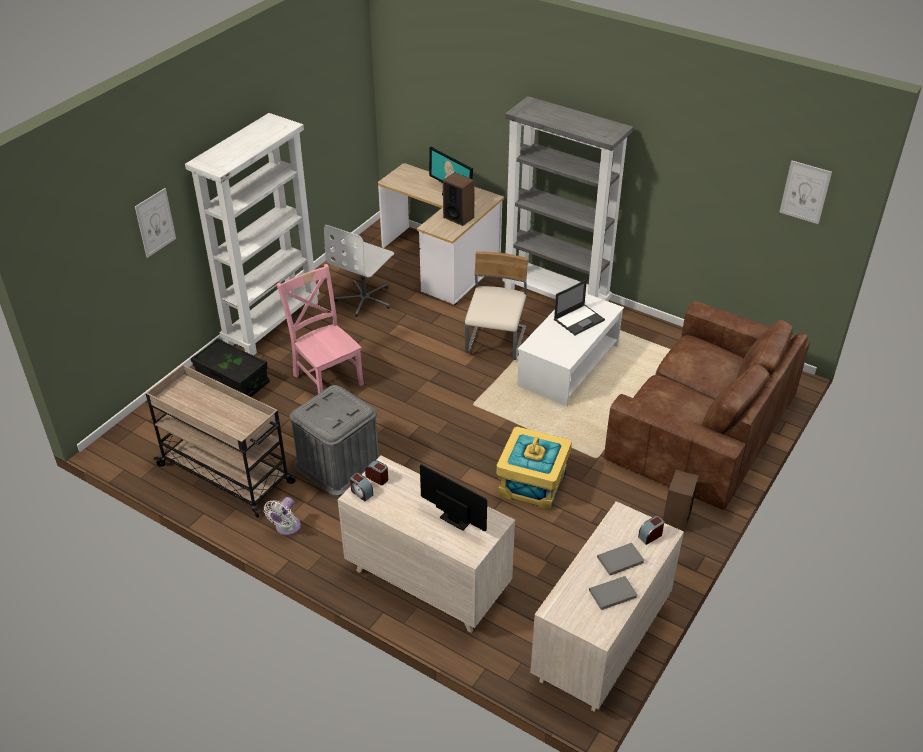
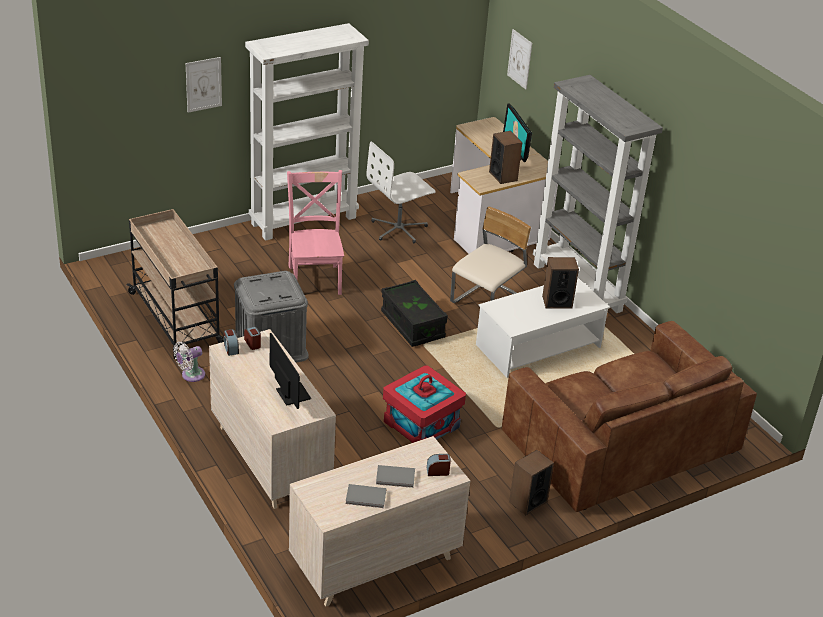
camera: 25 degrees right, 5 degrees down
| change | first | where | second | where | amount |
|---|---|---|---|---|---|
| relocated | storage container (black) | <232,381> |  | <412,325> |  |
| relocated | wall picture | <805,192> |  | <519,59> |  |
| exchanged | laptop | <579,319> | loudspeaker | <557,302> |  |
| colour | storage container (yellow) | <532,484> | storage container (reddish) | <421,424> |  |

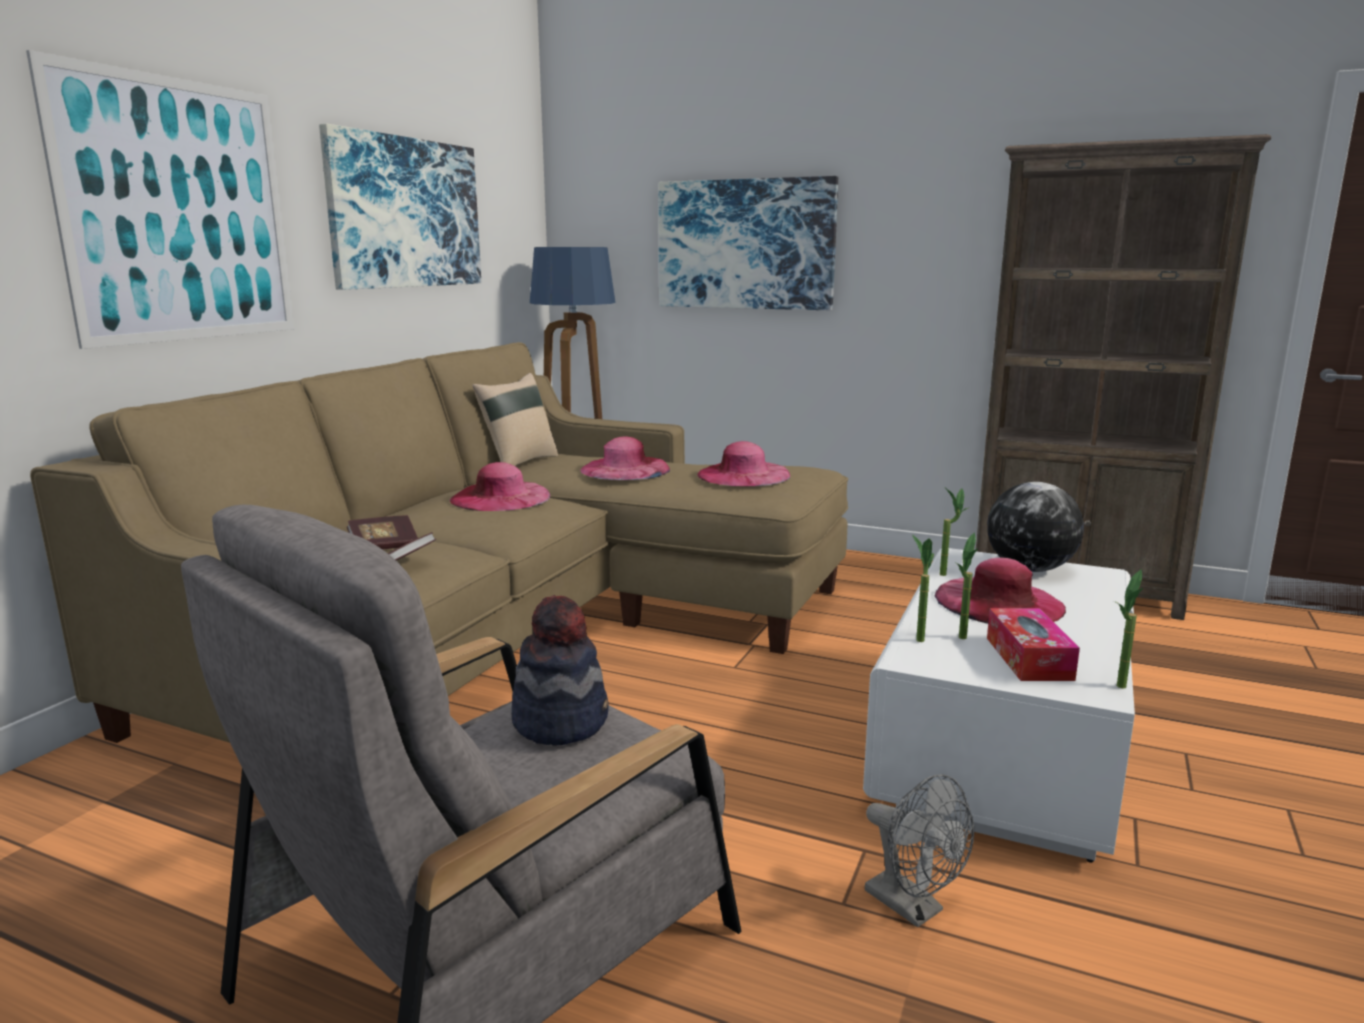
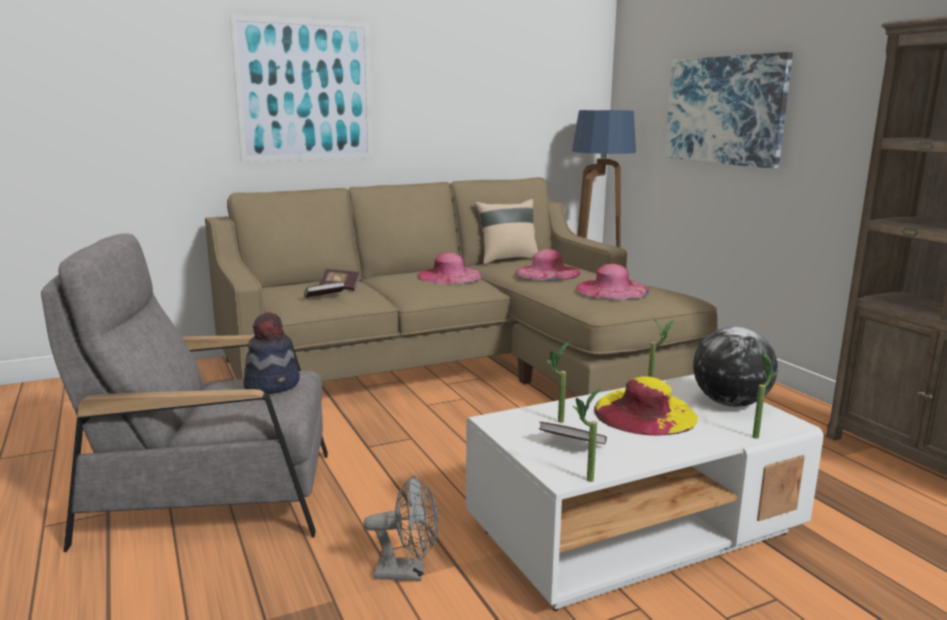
camera: 40 degrees right, 0 degrees up
| change | first | where | second | where | amount |
|---|---|---|---|---|---|
| missing | wall picture | <405,213> |  |  |  |
| relocated | houseplant | <917,637> |  | <757,434> |  |
| exchanged | tissue box | <1028,658> | volume | <571,445> |  |
| colour | clothing hat (pinkish) | <999,602> | clothing hat (yellow) | <644,413> |  |
| spun | fan (gray) | <913,908> |  | <408,572> | 90 degrees counterclockwise |

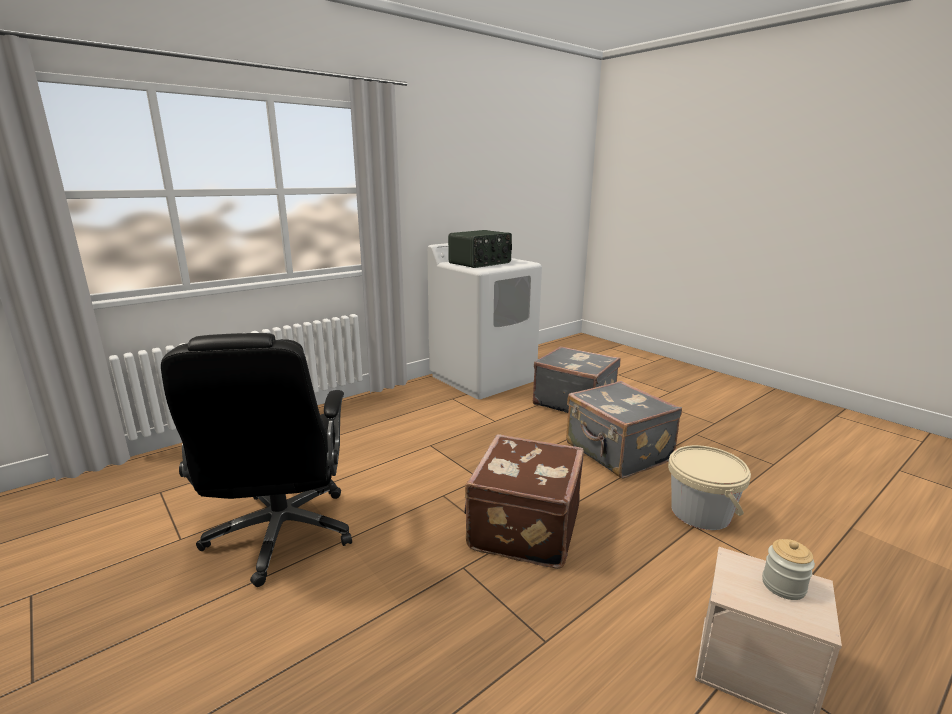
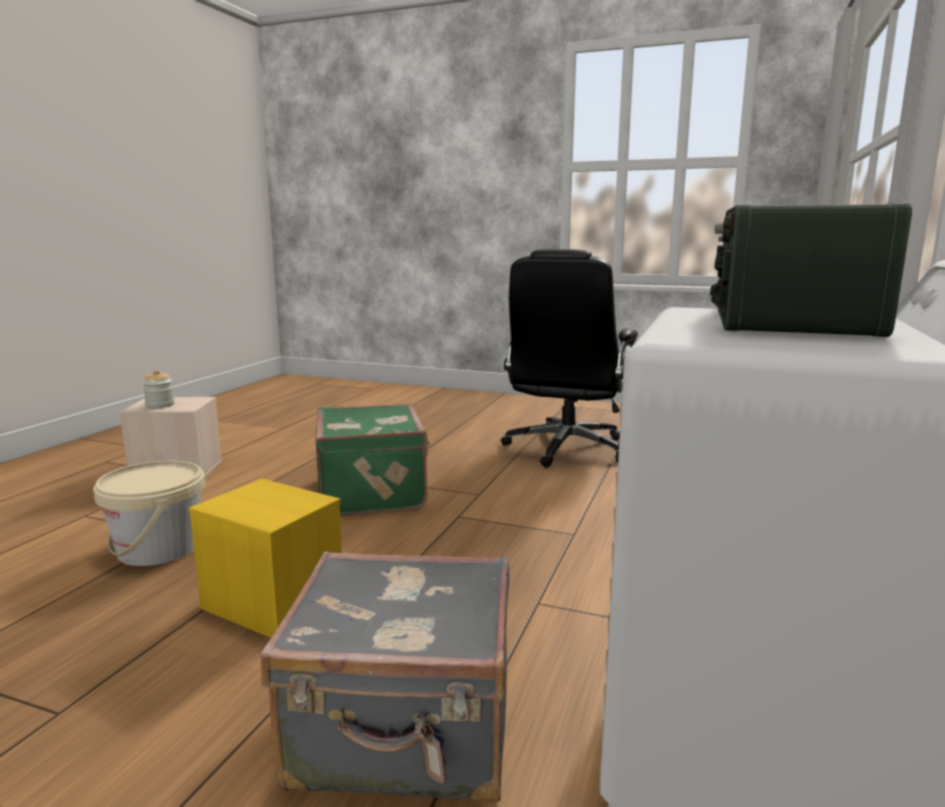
camera: 150 degrees right, 5 degrees down
| change | first | where | second | where | amount |
|---|---|---|---|---|---|
| exchanged | piece of luggage (gray) | <617,453> | storage container (yellow) | <271,602> |  |
| colour | piece of luggage (brownish) | <522,527> | piece of luggage (green) | <373,492> |  |
| spun | desk chair (black) | <281,534> |  | <566,449> | 120 degrees counterclockwise |

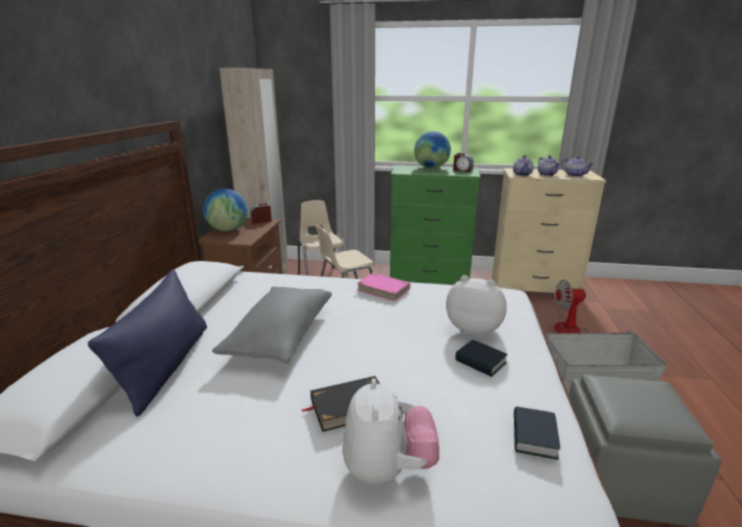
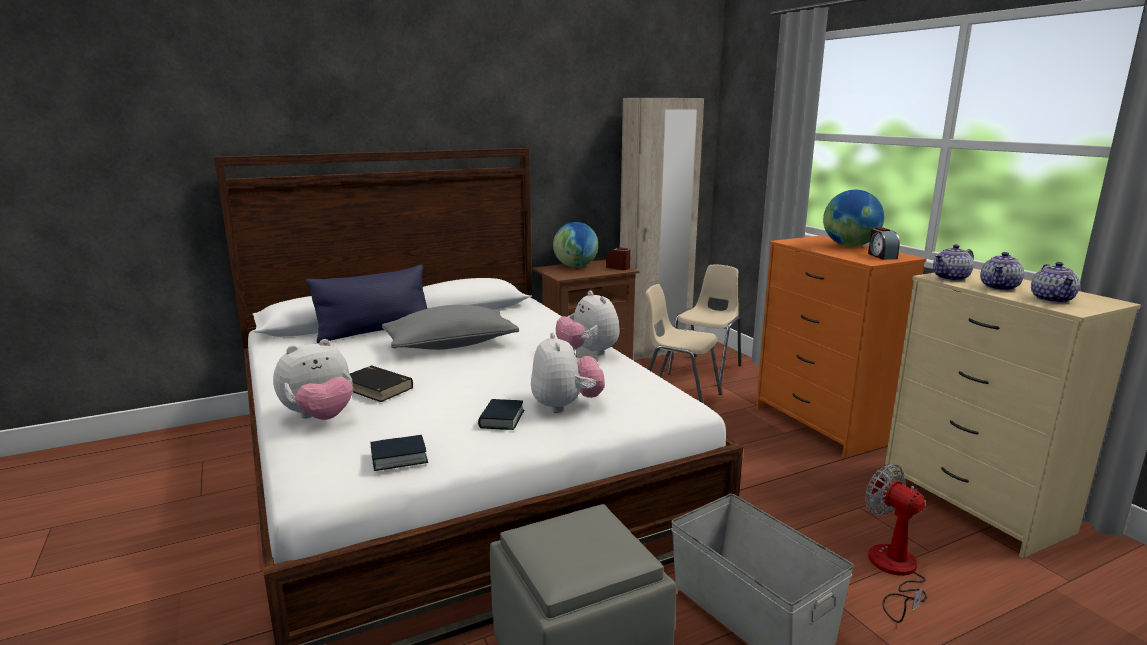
camera: 55 degrees right, 5 degrees down
| change | first | where | second | where | amount |
|---|---|---|---|---|---|
| exchanged | volume (pinkish) | <383,289> | soft toy | <588,353> |  |
| colour | dresser (green) | <429,283> | dresser (orange) | <821,424> |  |

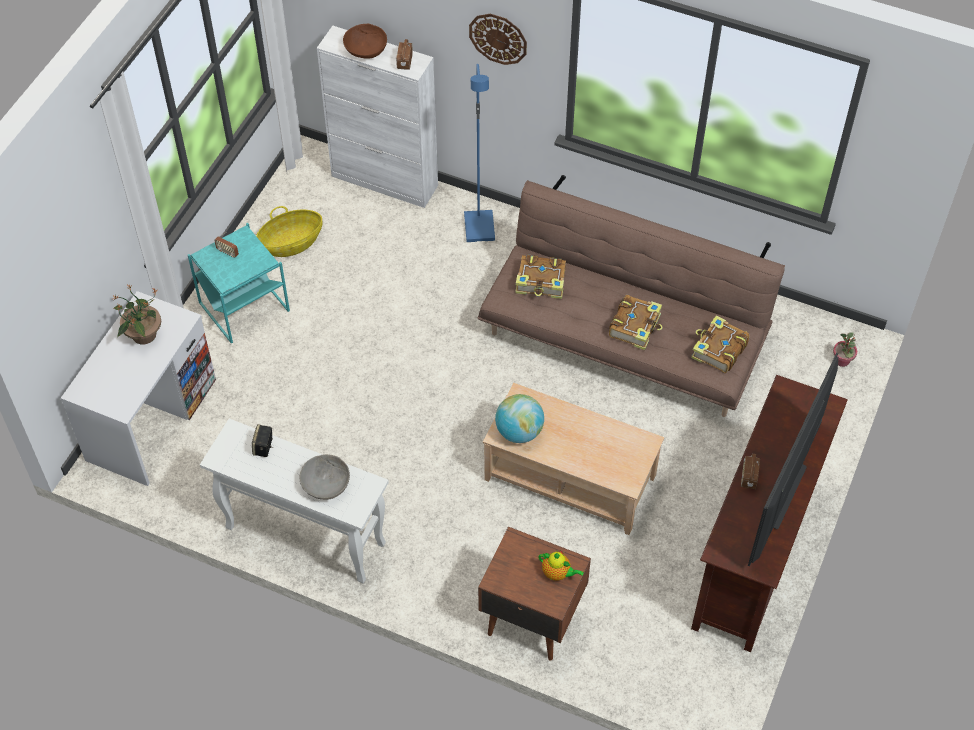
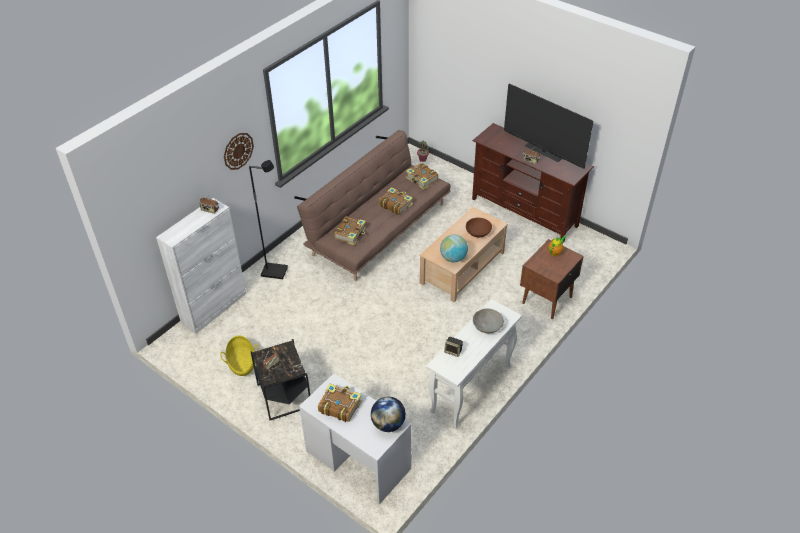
camera: 75 degrees left, 10 degrees down
| change | first | where | second | where | amount |
|---|---|---|---|---|---|
| appeared |  |  | globe | <388,424> |  |
| relocated | bowl (brownish) | <365,49> |  | <478,232> |  |
| exchanged | houseplant | <143,335> | volume | <339,406> |  |
| colour | end table (turquoise) | <243,307> | end table (black) | <284,396> |  |
| colour | standing lamp (blue) | <480,228> | standing lamp (black) | <275,271> |  |

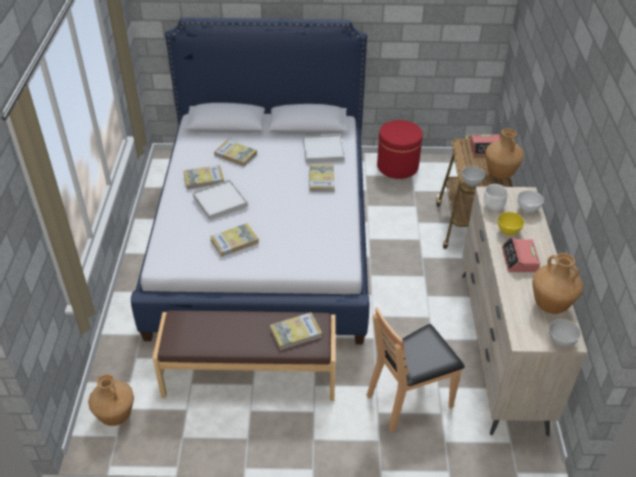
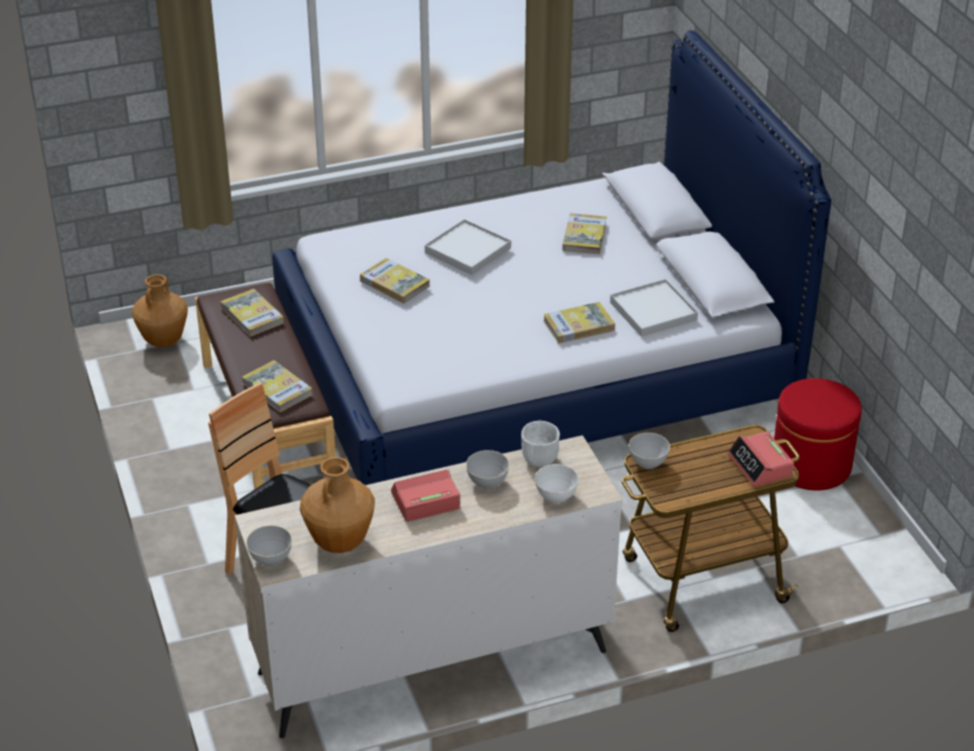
camera: 70 degrees right, 5 degrees down
| change | first | where | second | where | amount |
|---|---|---|---|---|---|
| missing | decorative vase (brownish) | <499,174> |  |  |  |
| relocated | volume | <204,179> |  | <252,315> |  |
| colour | bowl (yellow) | <508,231> | bowl (gray) | <487,482> |  |

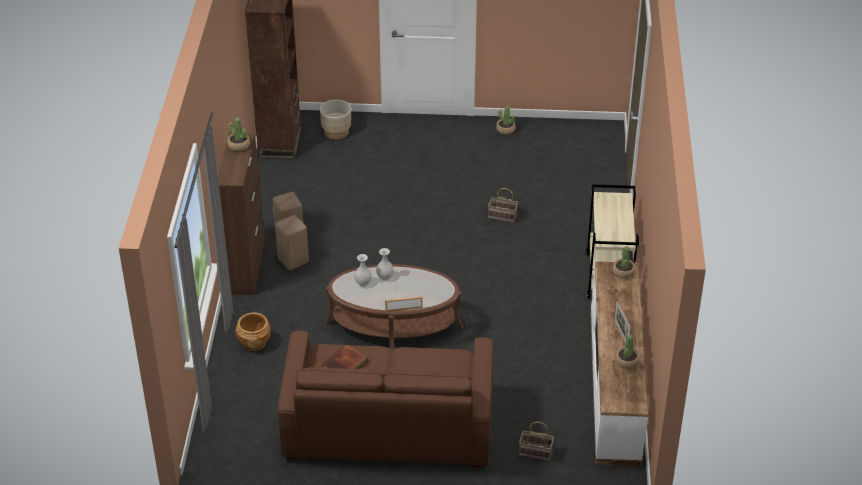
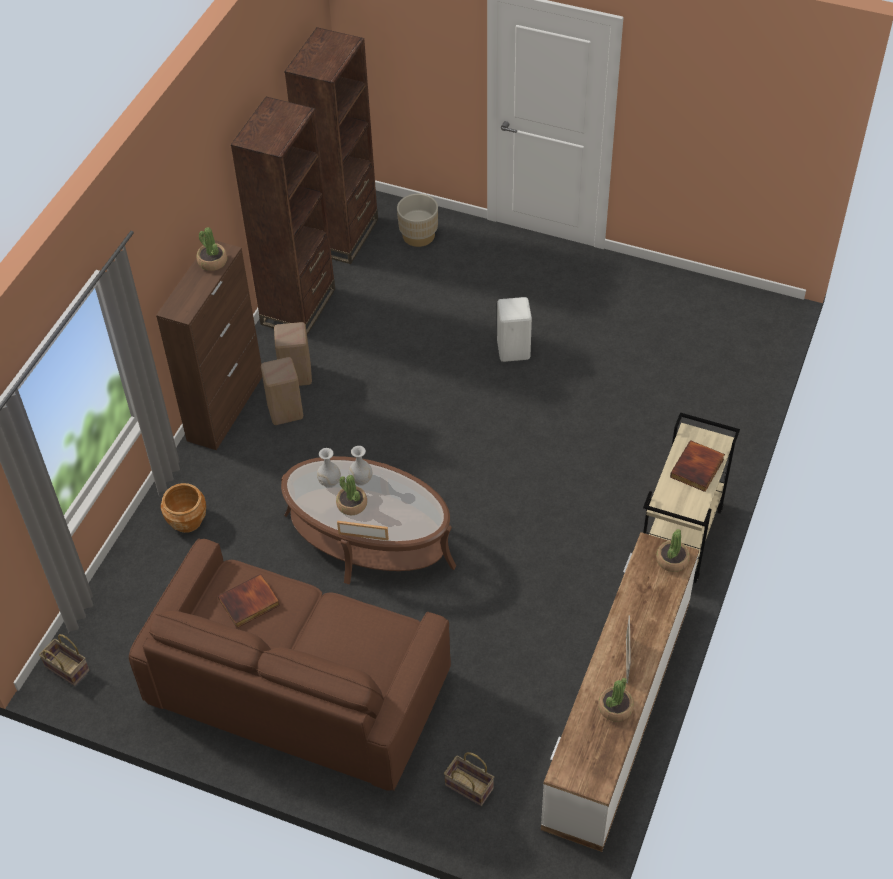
camera: 20 degrees right, 10 degrees up
| change | first | where | second | where | amount |
|---|---|---|---|---|---|
| appeared |  |  | bookcase (brownish) | <298,306> |  |
| appeared |  |  | stool seat (white) | <514,349> |  |
| appeared |  |  | volume | <698,468> |  |
| relocated | storage basket | <501,216> |  | <66,669> |  |
| relocated | houseplant | <505,129> |  | <351,504> |  |

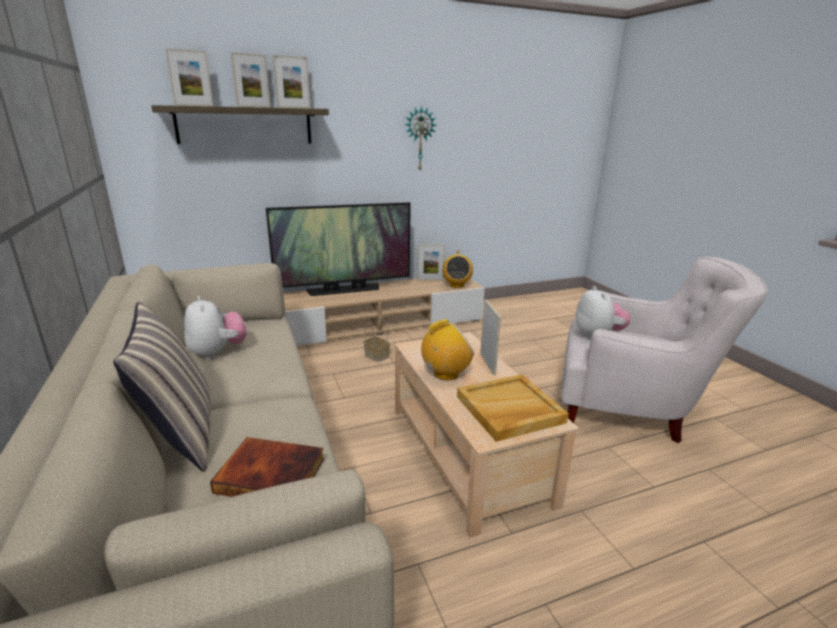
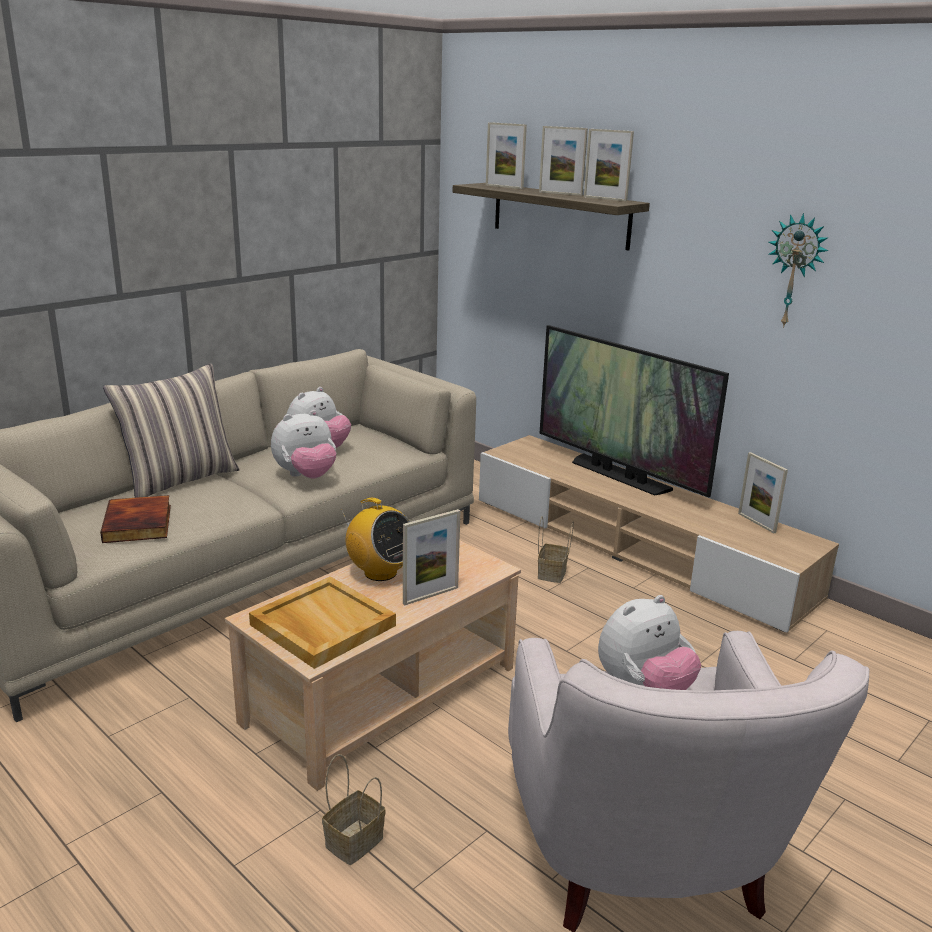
camera: 65 degrees right, 0 degrees up
| change | first | where | second | where | amount |
|---|---|---|---|---|---|
| missing | radio set | <456,285> |  |  |  |
| appeared |  |  | soft toy | <306,476> |  |
| appeared |  |  | storage basket | <354,843> |  |

